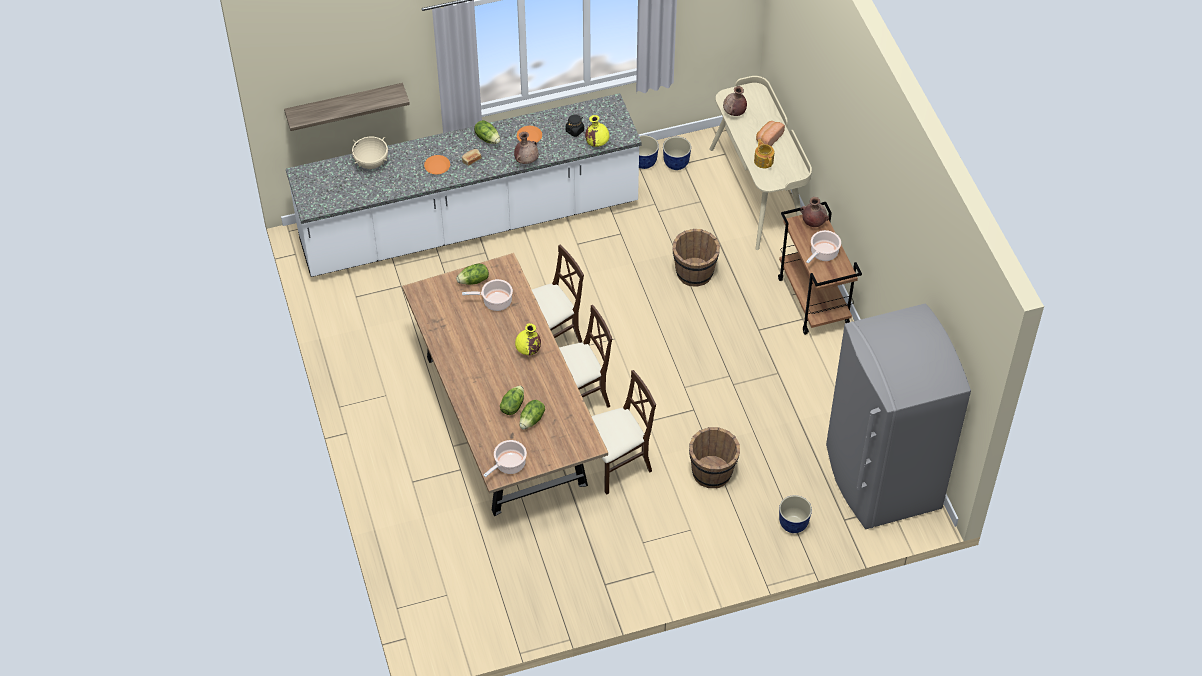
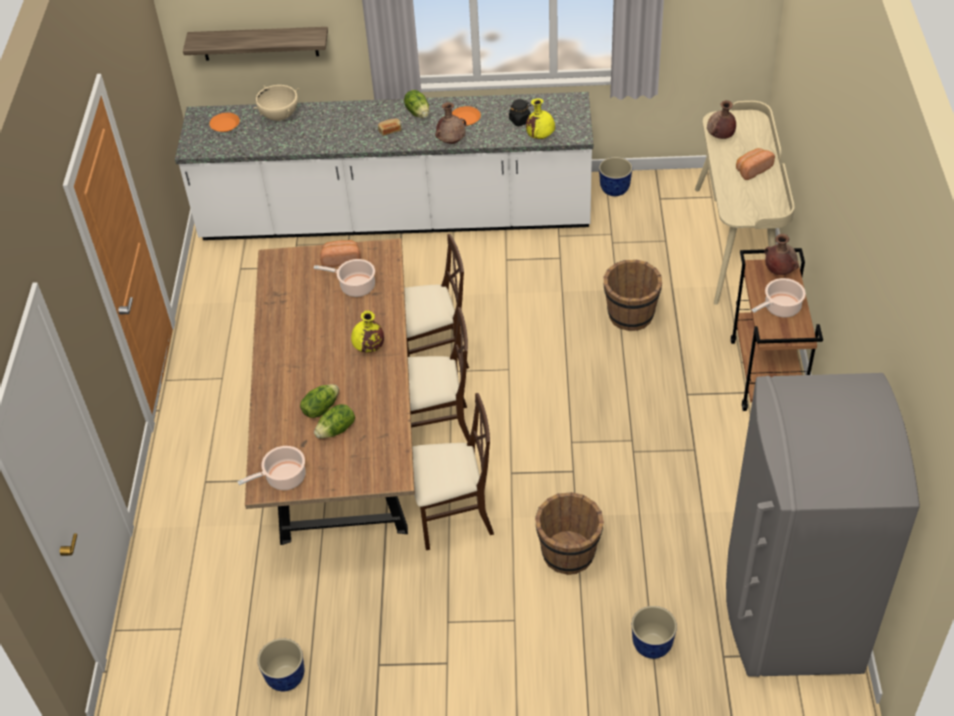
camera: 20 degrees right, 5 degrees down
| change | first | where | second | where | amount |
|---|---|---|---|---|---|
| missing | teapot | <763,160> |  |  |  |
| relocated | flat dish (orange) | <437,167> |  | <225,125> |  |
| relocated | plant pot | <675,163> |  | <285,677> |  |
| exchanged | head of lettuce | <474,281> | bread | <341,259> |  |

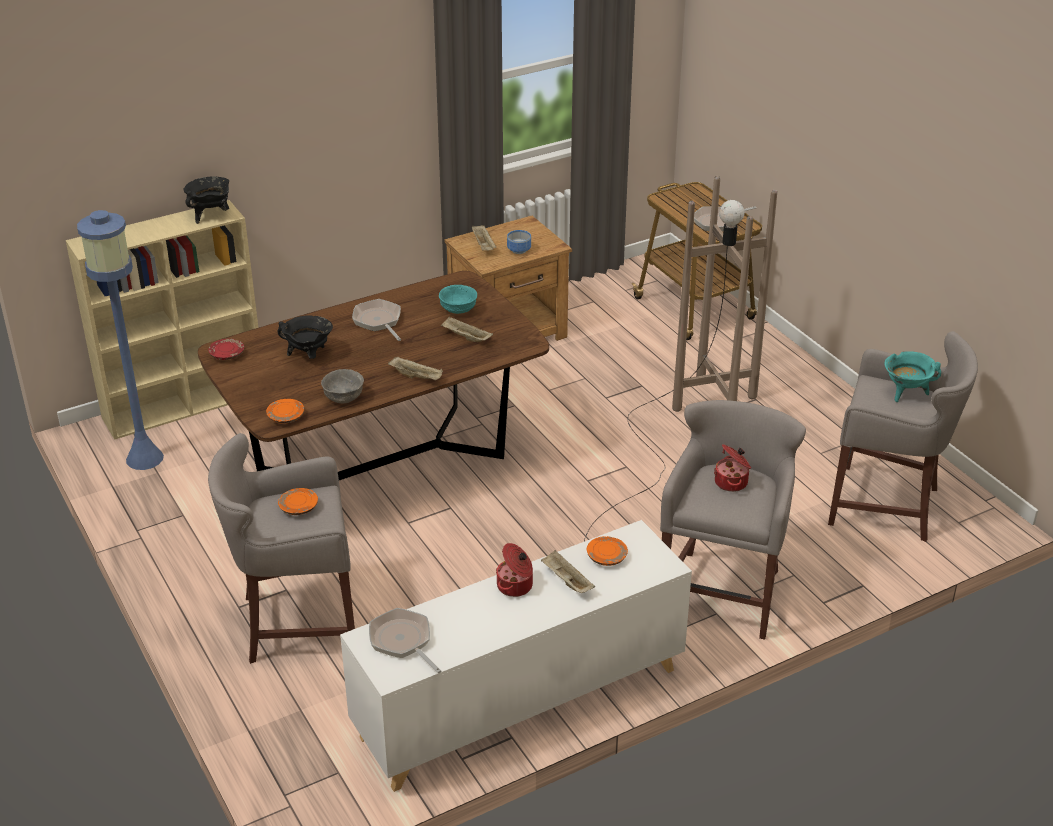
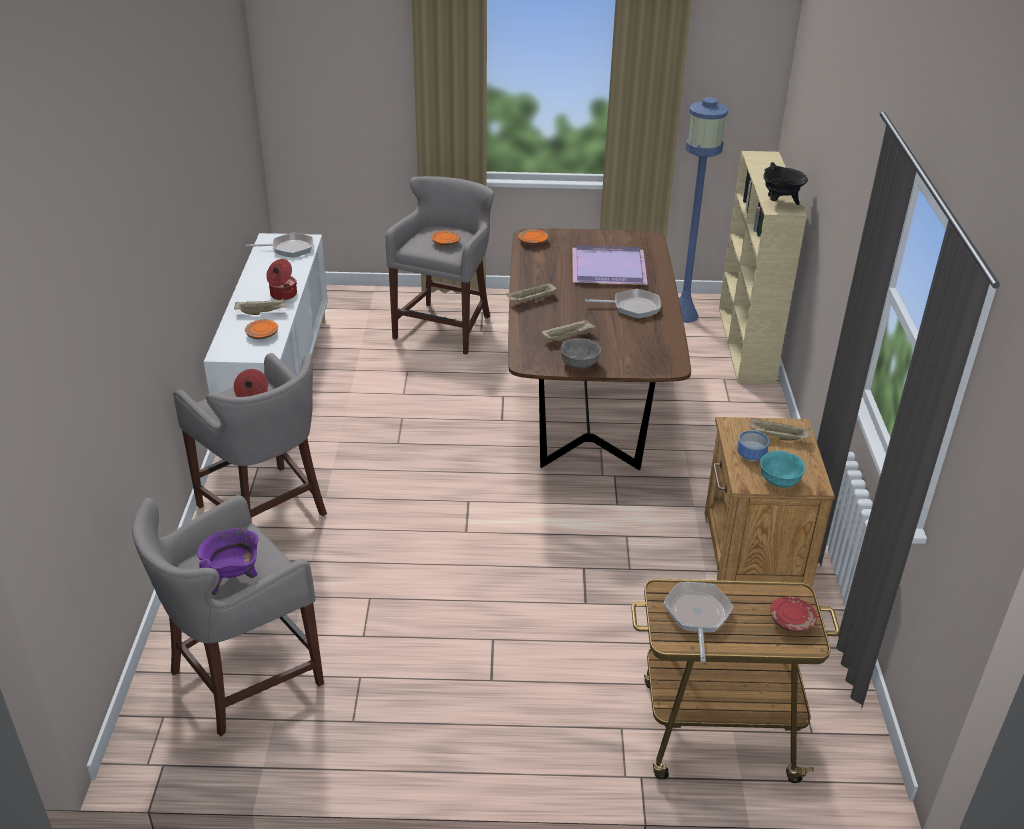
camera: 120 degrees right, 0 degrees up
| change | first | where | second | where | amount |
|---|---|---|---|---|---|
| missing | standing lamp (brownish) | <675,438> |  |  |  |
| relocated | flat dish (reddish) | <227,355> |  | <792,620> |  |
| relocated | bowl (gray) | <344,397> |  | <579,364> |  |
| relocated | bowl (turquoise) | <457,310> |  | <779,480> |  |
| exchanged | stockpot (black) | <309,356> | tray (purplish) | <607,268> |  |
| colour | stockpot (turquoise) | <906,393> | stockpot (purplish) | <233,579> |  |

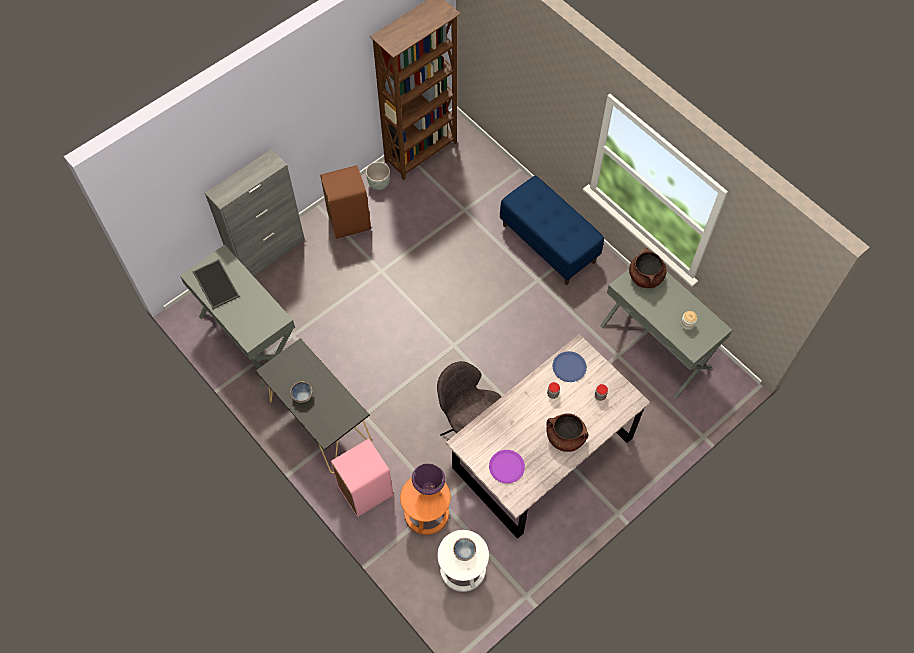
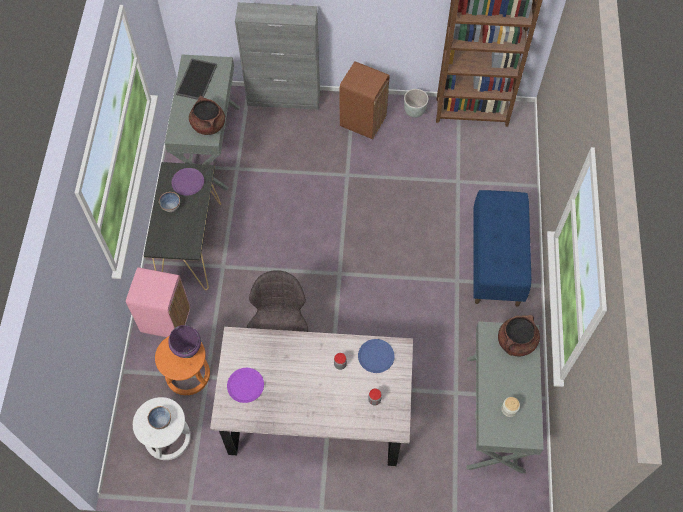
camera: 45 degrees right, 0 degrees up
| change | first | where | second | where | amount |
|---|---|---|---|---|---|
| appeared |  |  | flat dish (purplish) | <188,182> |  |
| relocated | stockpot (brownish) | <565,437> |  | <208,125> |  |

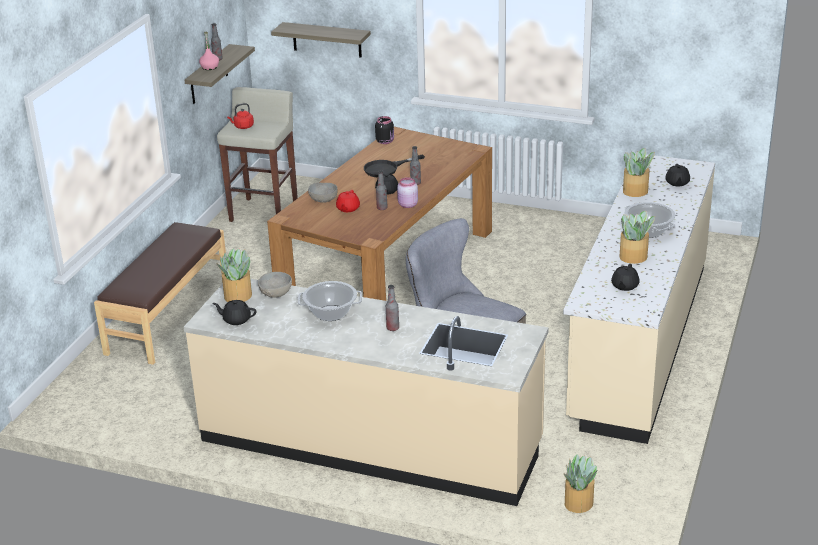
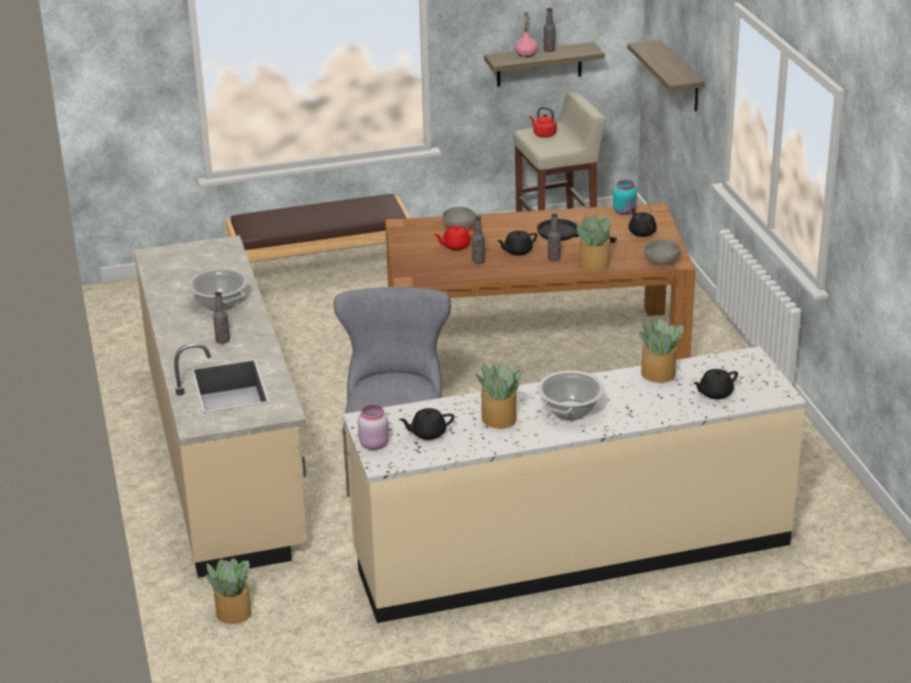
camera: 55 degrees right, 0 degrees up
| change | first | where | second | where | amount |
|---|---|---|---|---|---|
| relocated | teapot (black) | <236,320> |  | <642,232> |  |
| relocated | houseplant | <237,296> |  | <593,264> |  |
| relocated | bowl (gray) | <275,293> |  | <661,261> |  |
| relocated | storage jar (pinkish) | <407,205> |  | <373,444> |  |
| colour | storage jar (black) | <385,141> | storage jar (turquoise) | <625,211> |  |

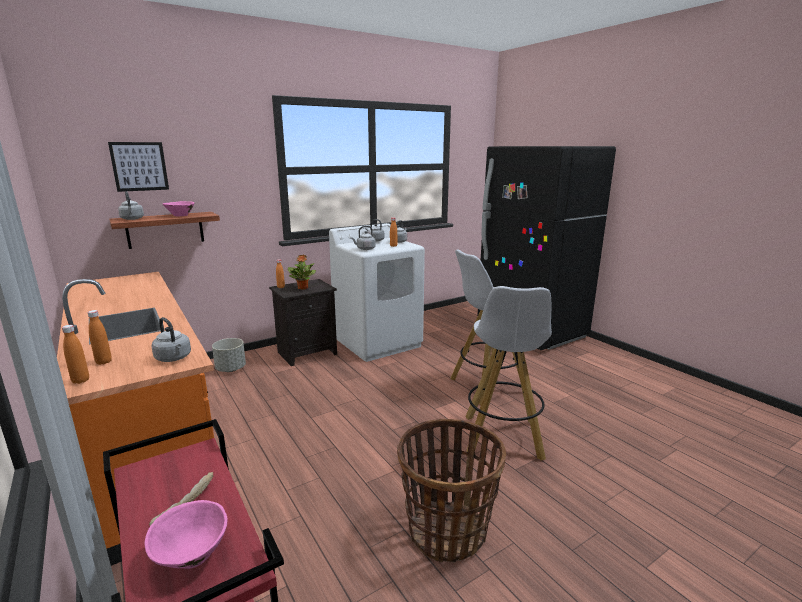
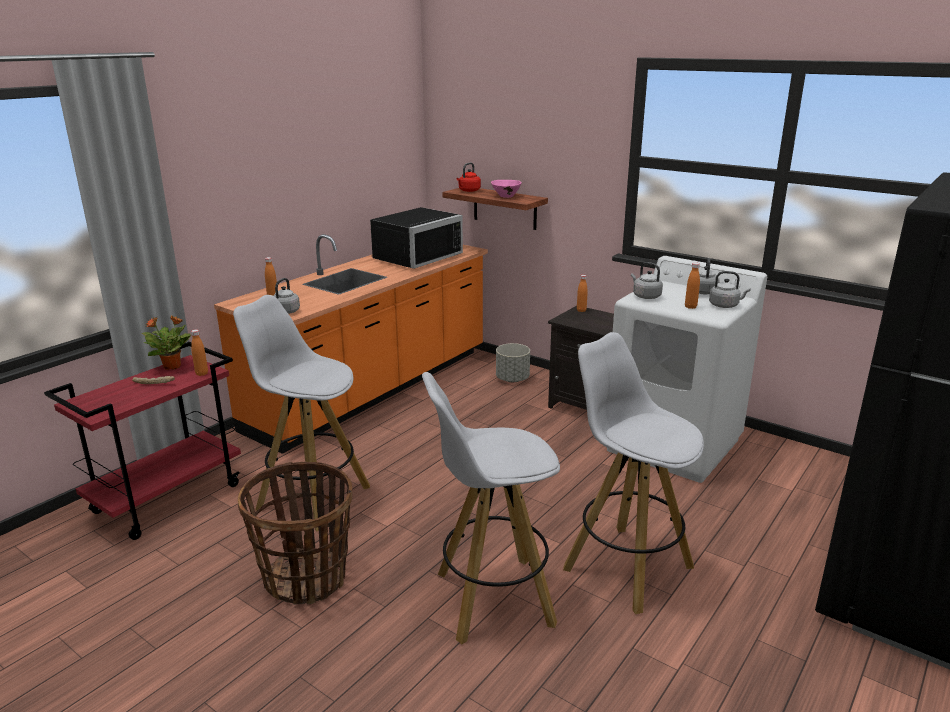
camera: 70 degrees right, 5 degrees up
| change | first | where | second | where | amount |
|---|---|---|---|---|---|
| missing | wall picture | <139,166> |  |  |  |
| missing | bowl (pinkish) | <192,554> |  |  |  |
| appeared |  |  | stool seat (white) | <312,497> |  |
| appeared |  |  | kitchen microwave (black) | <414,257> |  |
| relocated | beverage bottle (orange) | <80,380> |  | <202,373> |  |
| relocated | houseplant | <303,288> |  | <173,366> |  |
| colour | kettle (gray) | <132,219> | kettle (reddish) | <468,191> |  |

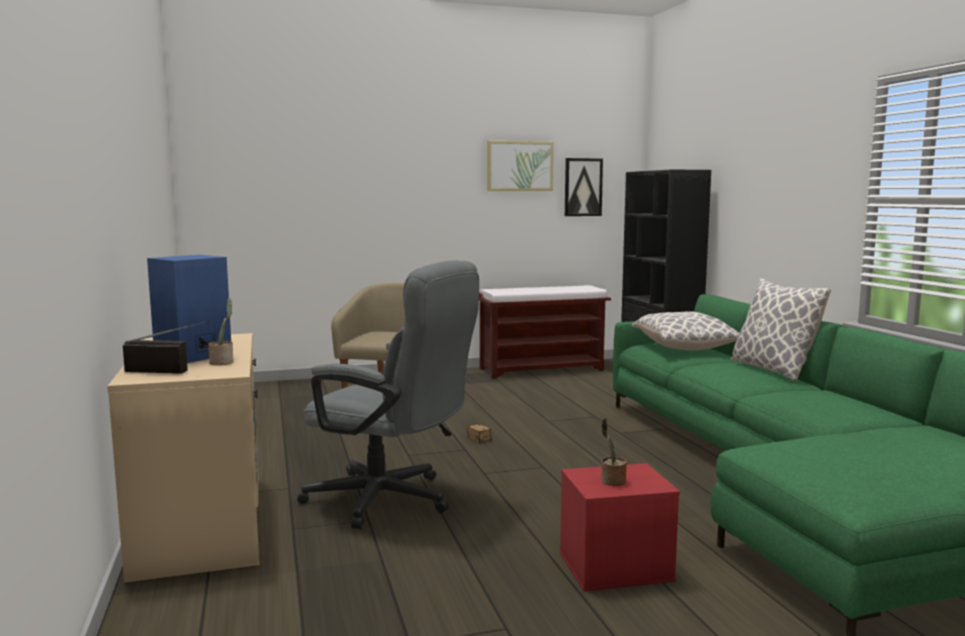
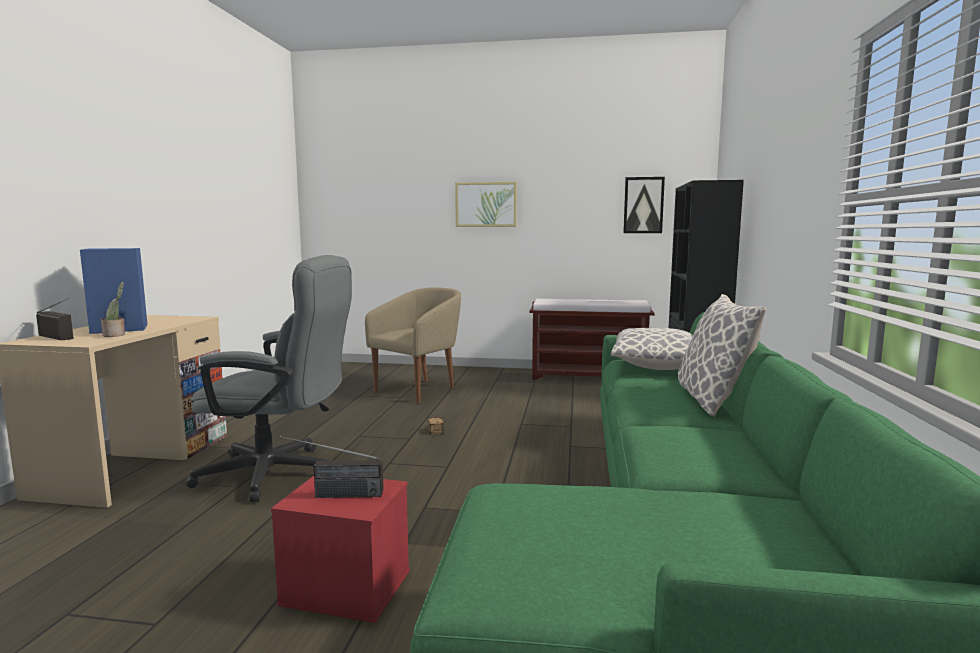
camera: 25 degrees right, 0 degrees up
| change | first | where | second | where | amount |
|---|---|---|---|---|---|
| relocated | wall picture | <519,166> |  | <486,204> |  |
| exchanged | houseplant | <612,481> | radio set | <331,495> |  |
| spun | desk chair (gray) | <391,501> |  | <280,474> | 45 degrees counterclockwise |

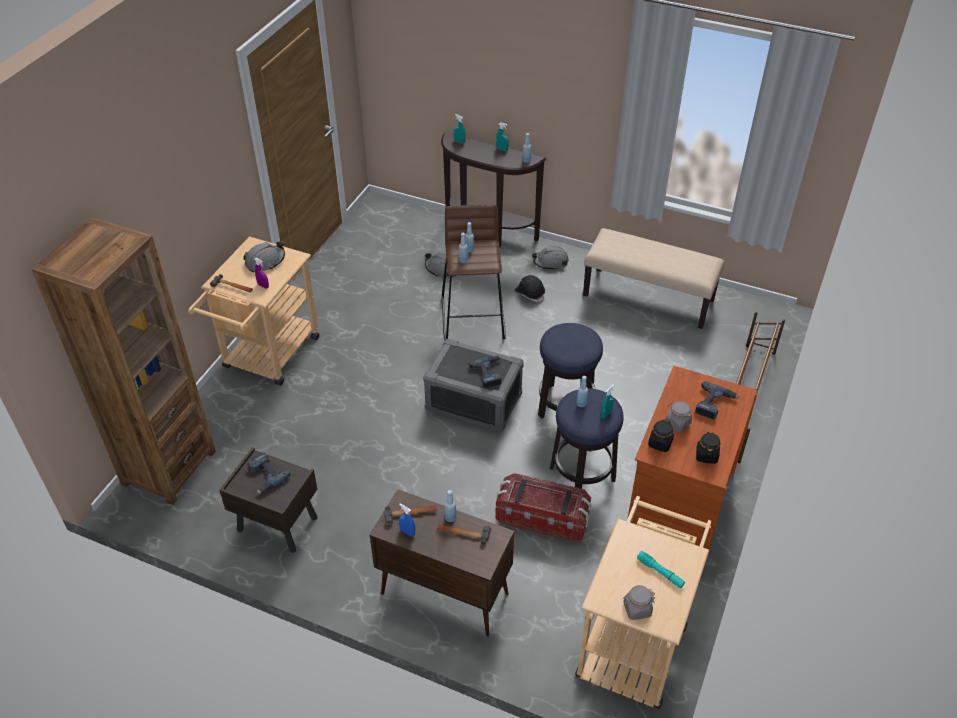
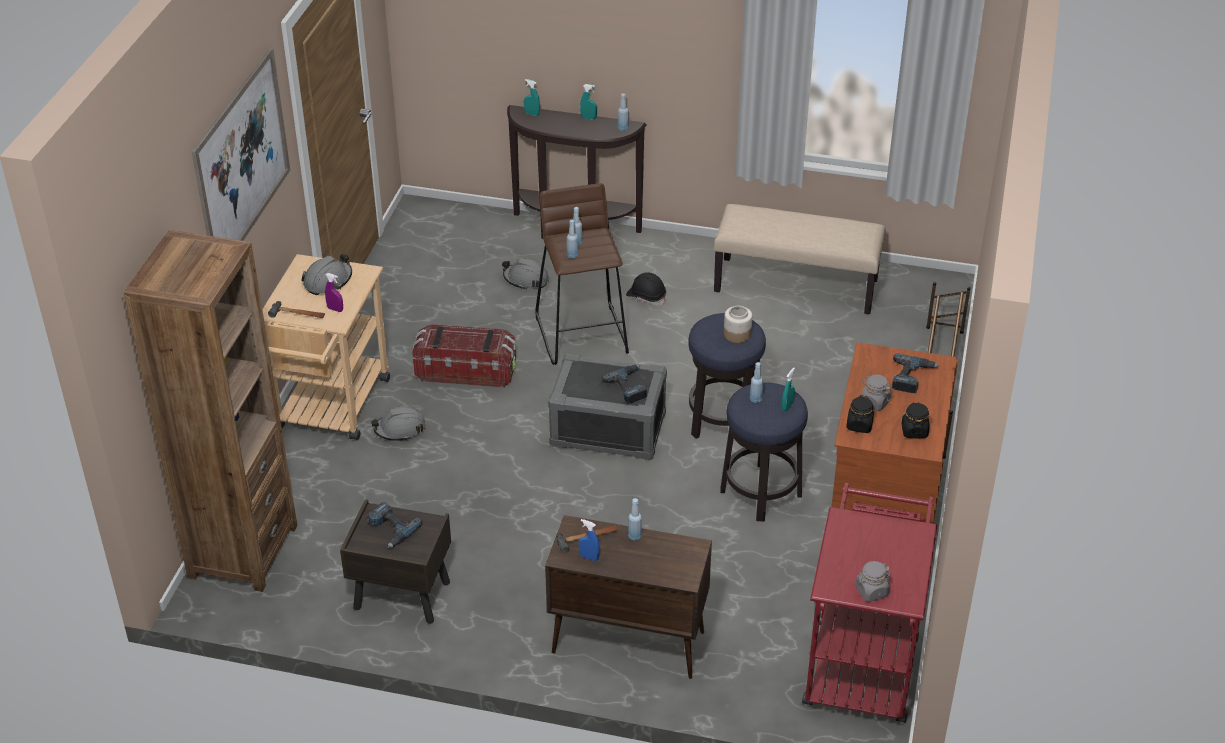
camera: 10 degrees left, 5 degrees down
| change | first | where | second | where | amount |
|---|---|---|---|---|---|
| missing | hammer | <463,533> |  |  |  |
| missing | flashlight (turquoise) | <660,572> |  |  |  |
| appeared |  |  | wall picture | <242,161> |  |
| appeared |  |  | storage jar | <737,334> |  |
| relocated | storage container | <542,518> |  | <466,371> |  |
| relocated | hard hat (gray) | <550,262> |  | <400,429> |  |
| colour | cart (sand-coloured) | <635,641> | cart (reddish) | <862,660> |  |

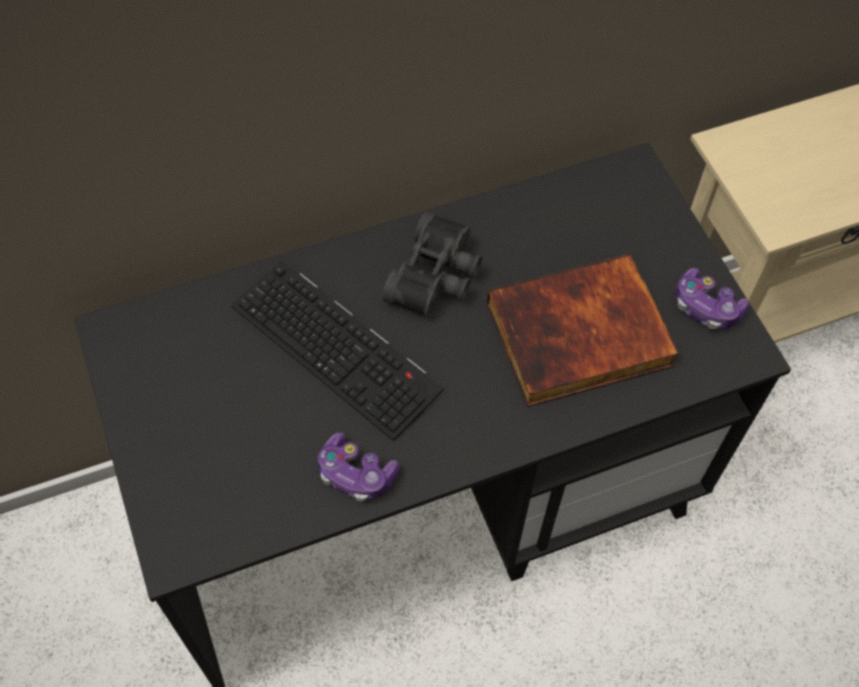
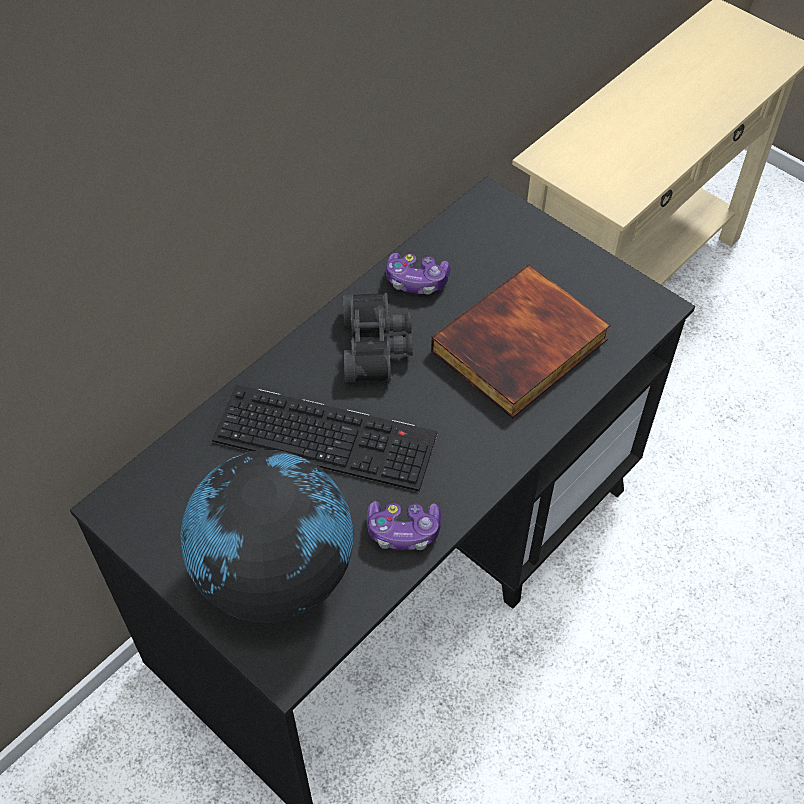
camera: 25 degrees left, 5 degrees down
| change | first | where | second | where | amount |
|---|---|---|---|---|---|
| appeared |  |  | globe | <274,574> |  |
| relocated | game controller | <706,307> |  | <416,281> |  |

